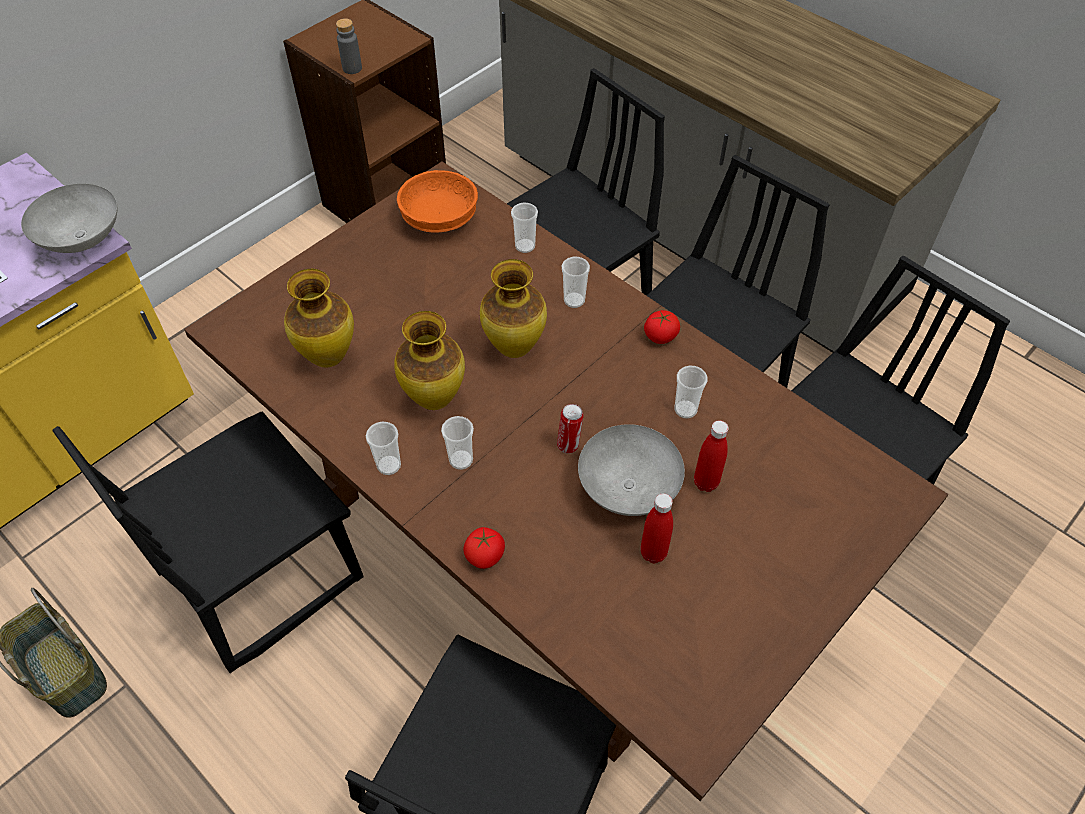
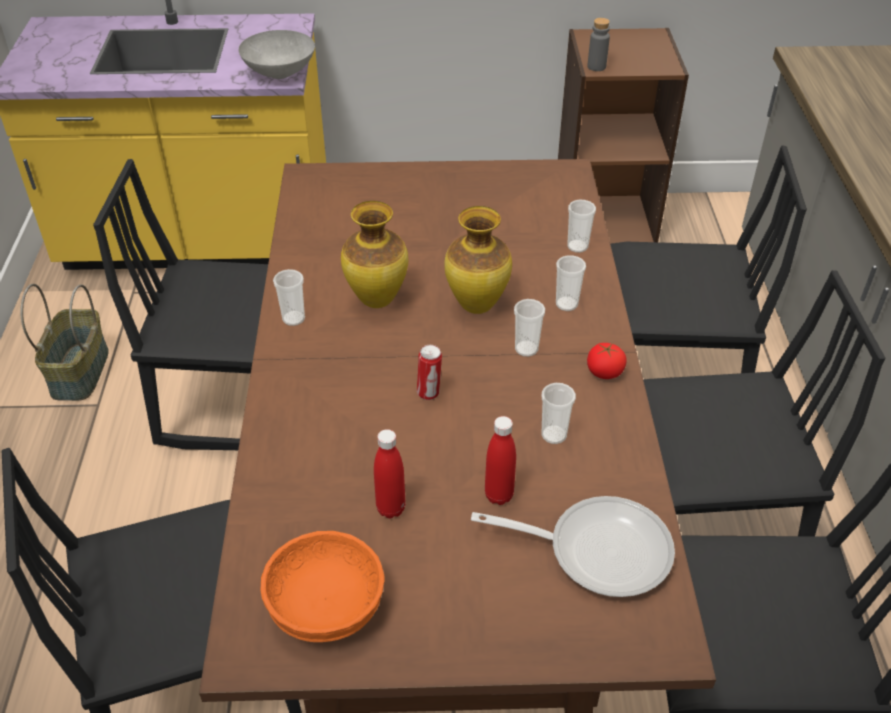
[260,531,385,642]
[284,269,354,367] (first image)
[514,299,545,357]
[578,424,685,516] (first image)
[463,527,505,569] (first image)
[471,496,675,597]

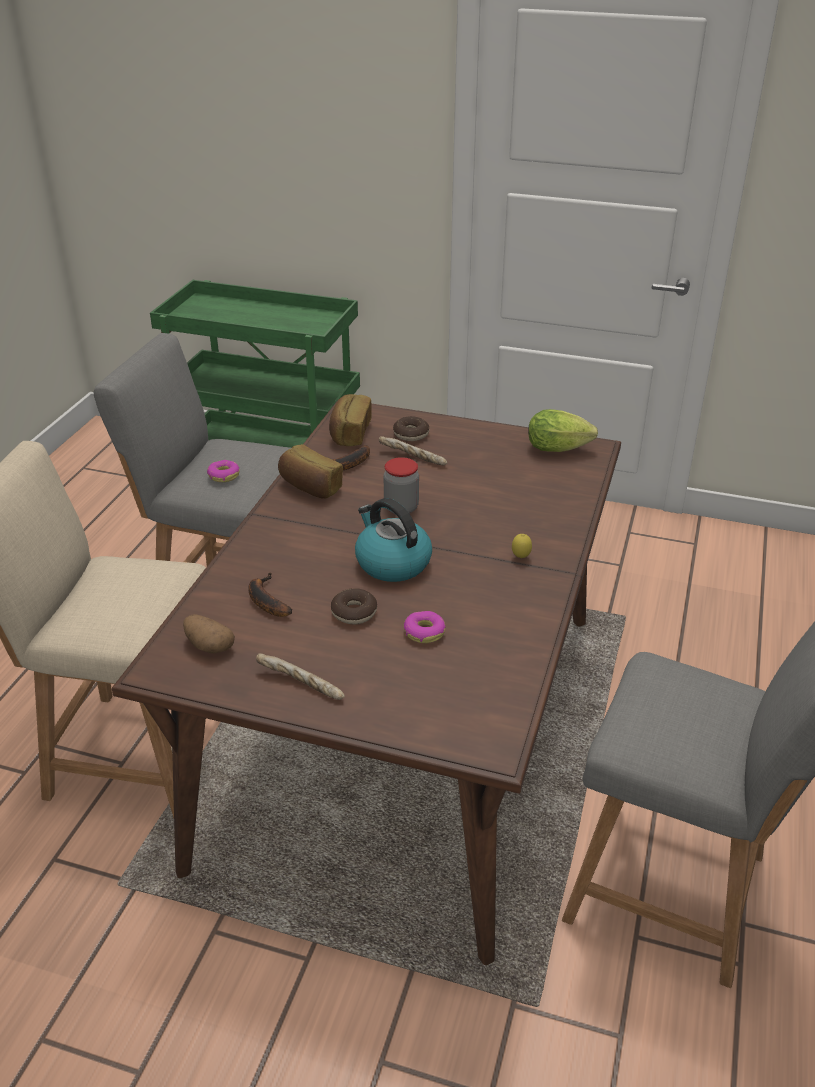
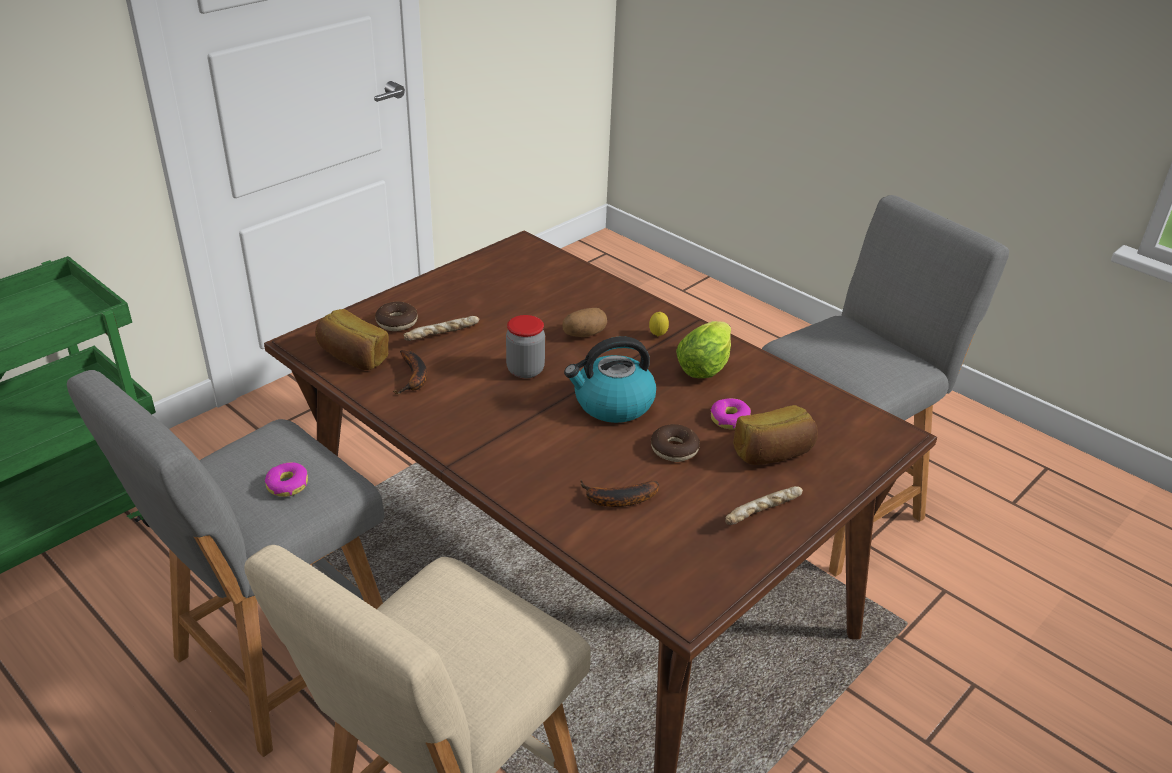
[676,321,731,378]
[733,405,818,465]
[562,308,607,337]

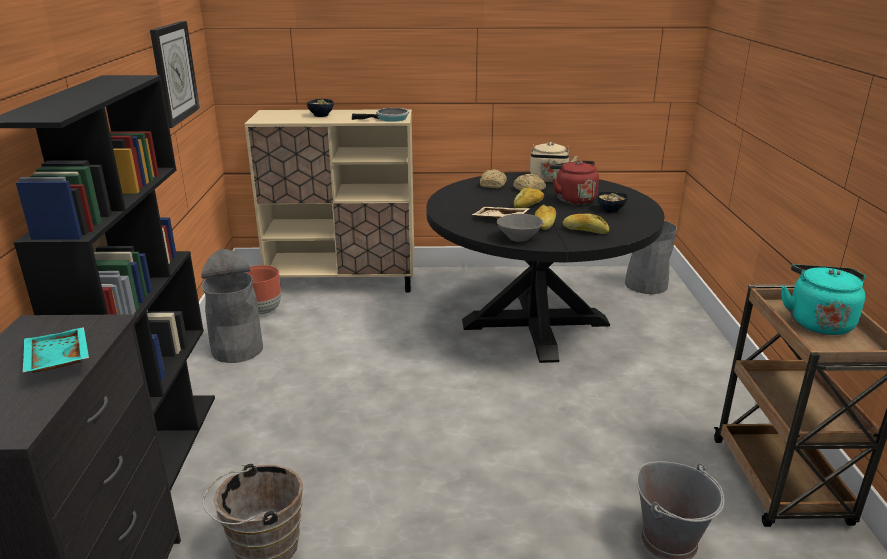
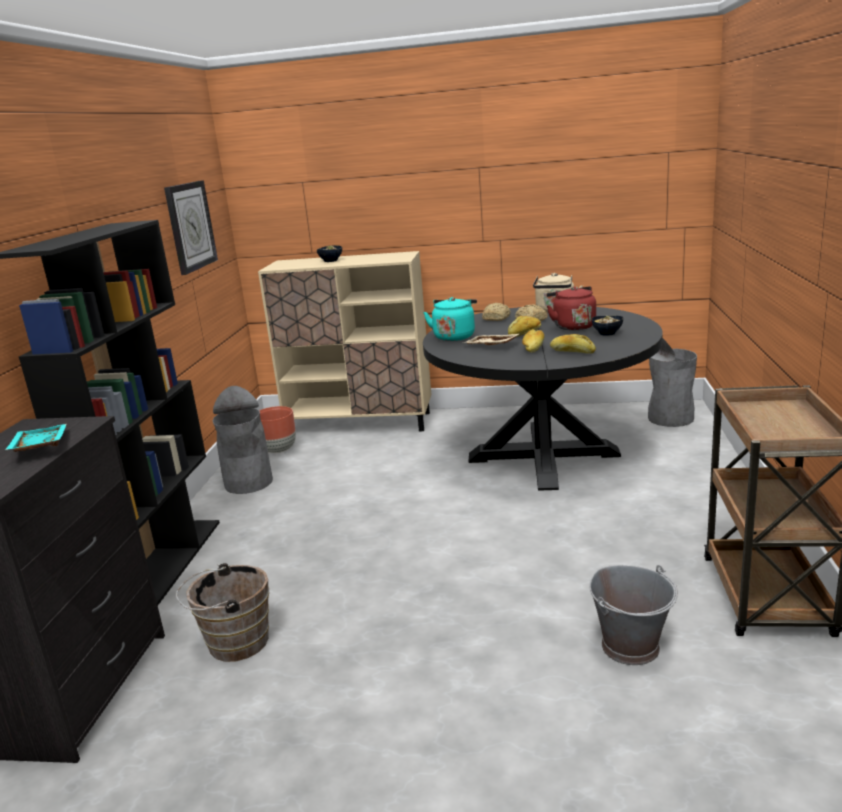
[352,108,409,122] (first image)
[497,214,543,242] (first image)
[423,297,477,341]

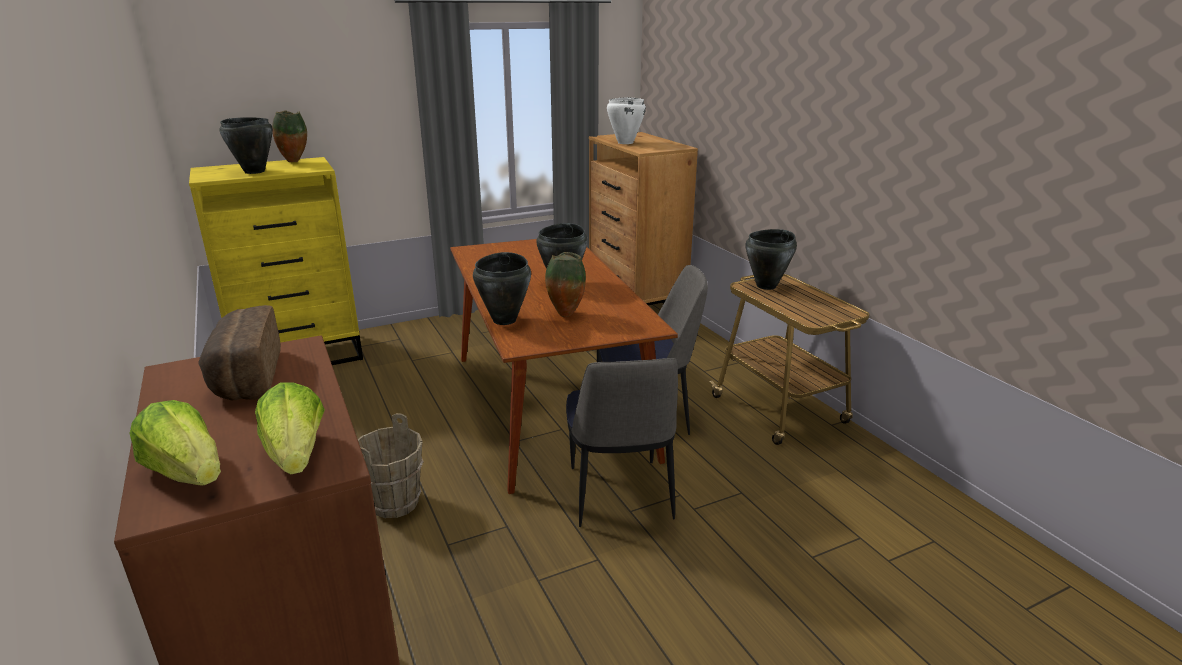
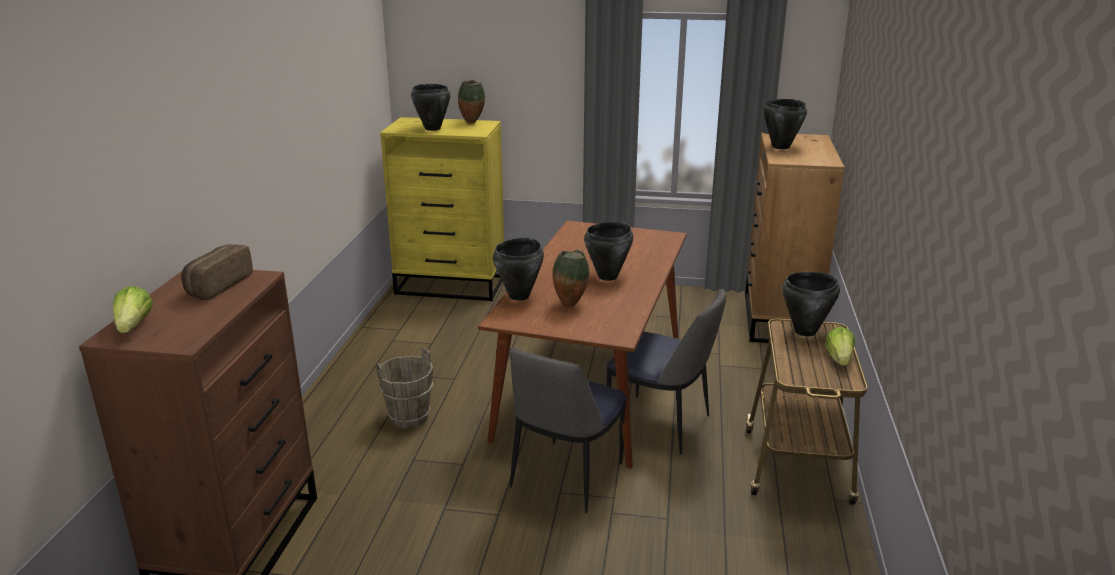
[764,99,807,149]
[825,327,855,365]

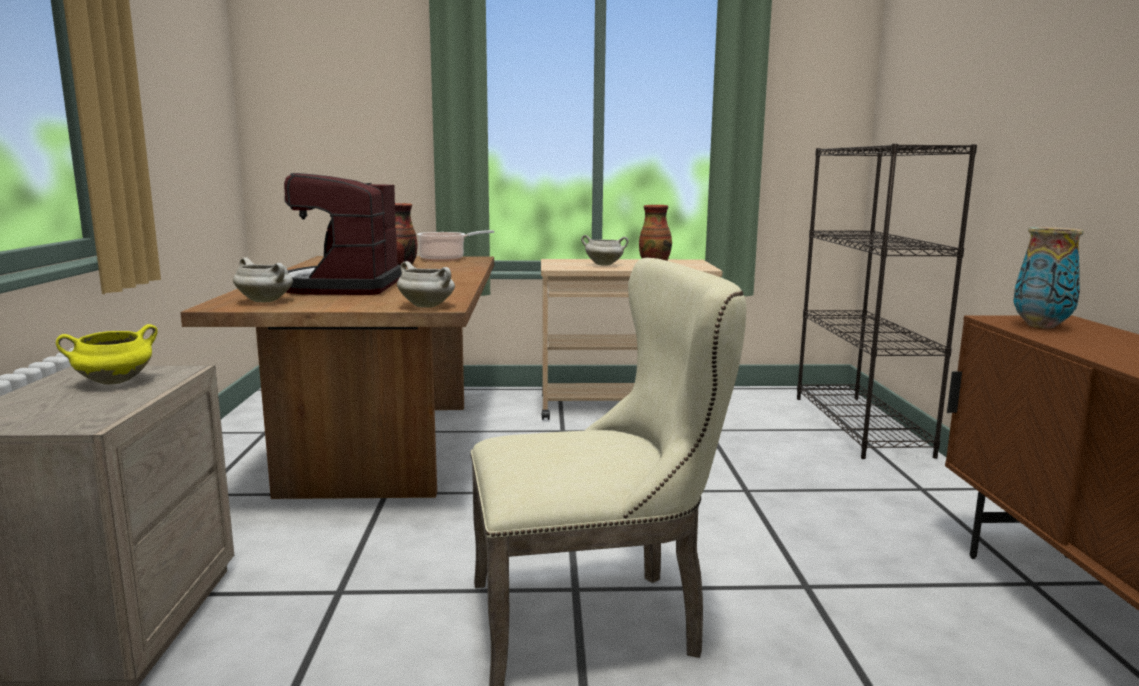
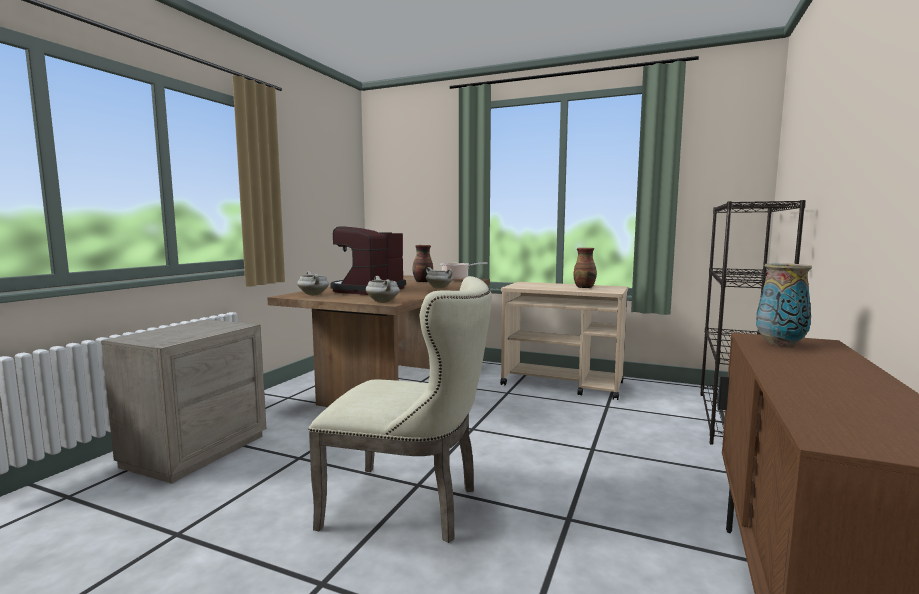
[426,267,453,289]
[56,324,158,385] (first image)

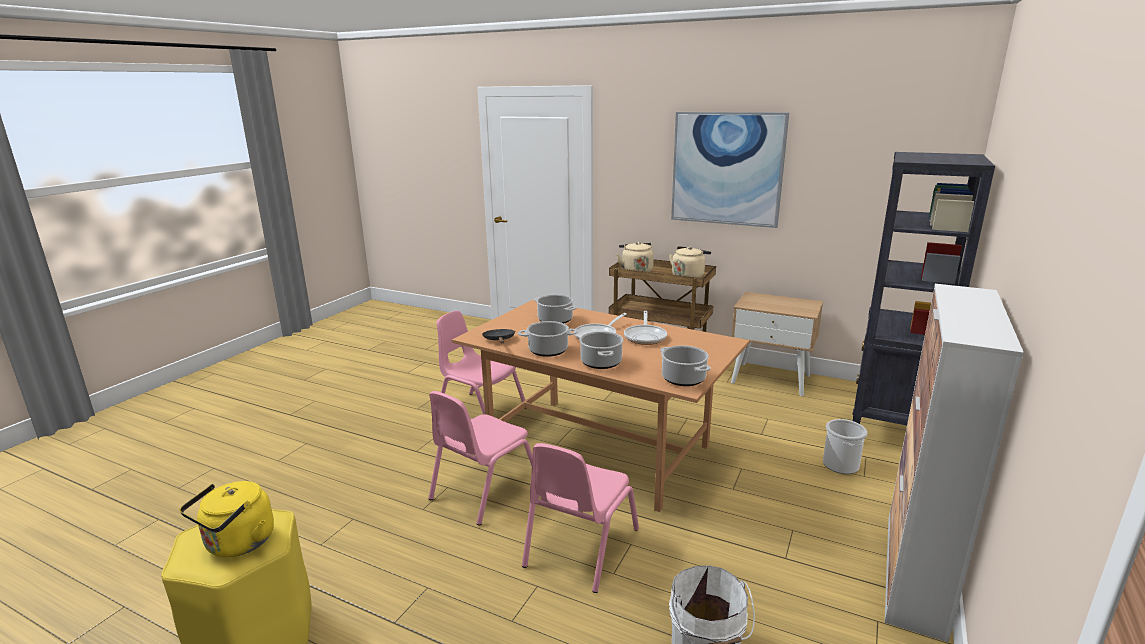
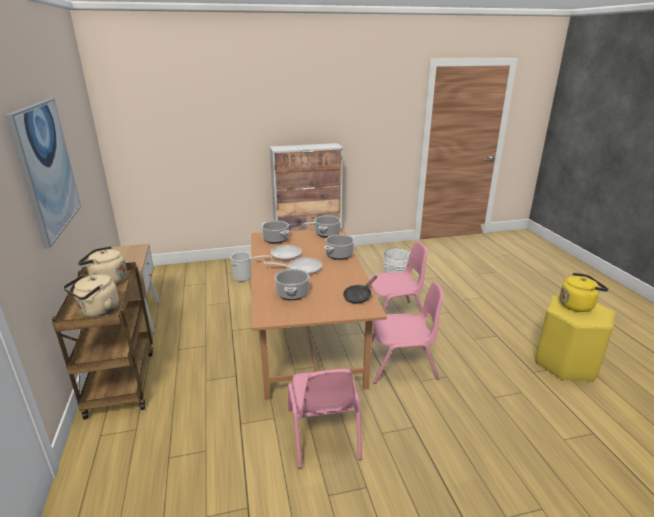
[852,152,995,425] (first image)
[262,221,289,244]

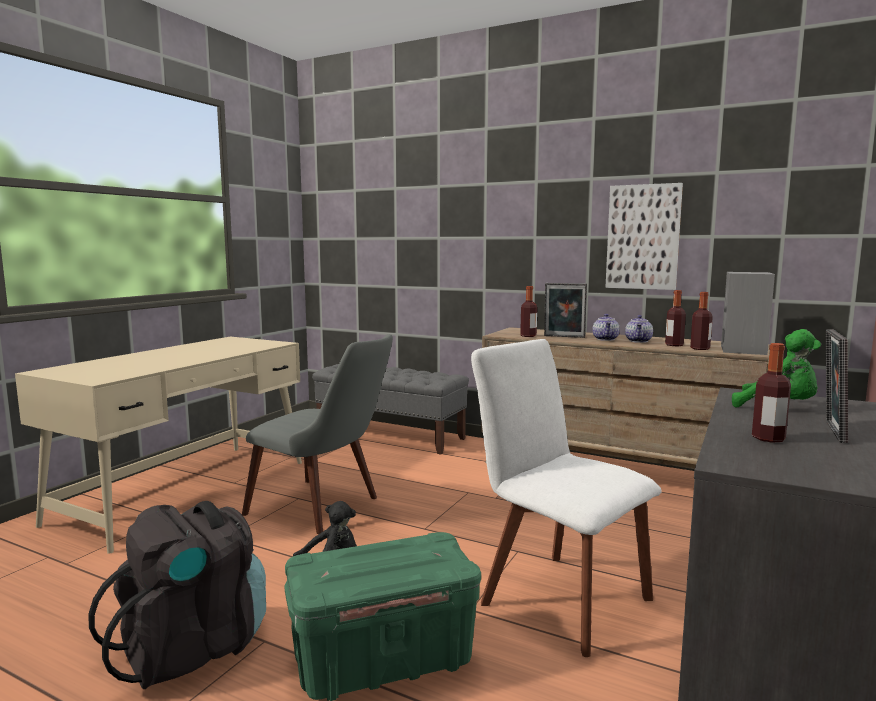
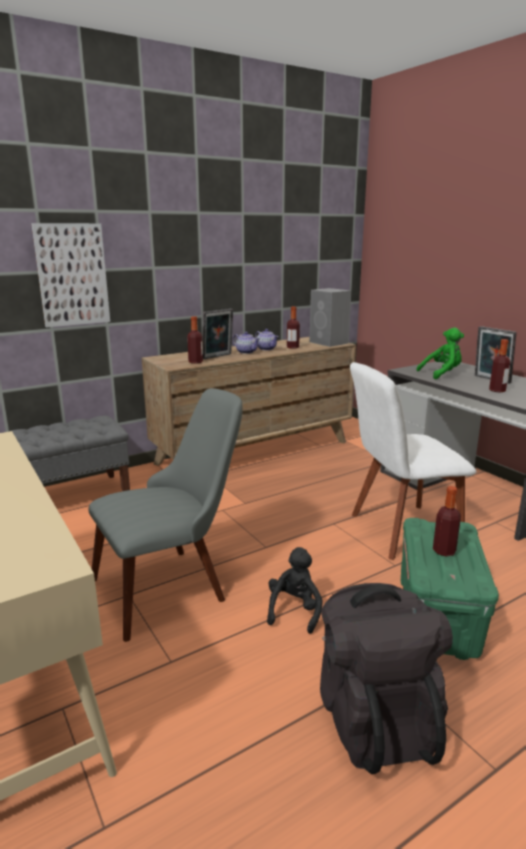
[31,223,110,328]
[433,486,461,556]

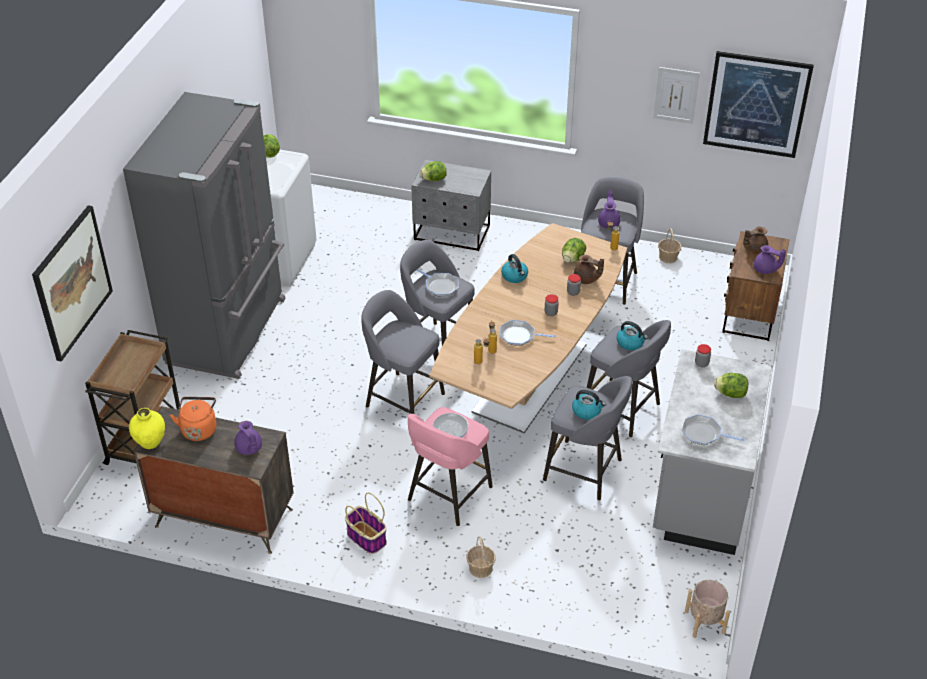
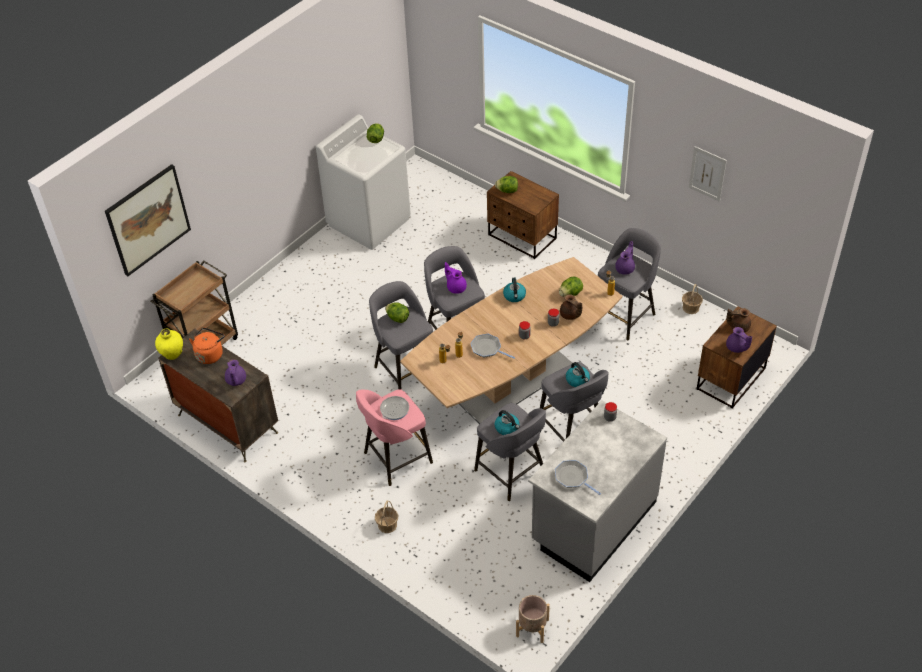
[703,51,814,158] (first image)
[123,92,286,379] (first image)
[487,171,559,259]
[445,262,467,294]
[385,302,409,323]
[345,493,387,554] (first image)

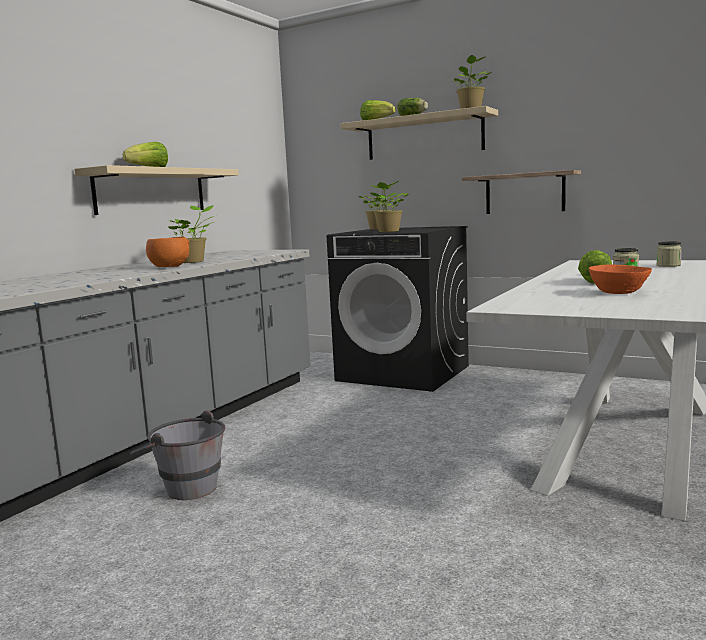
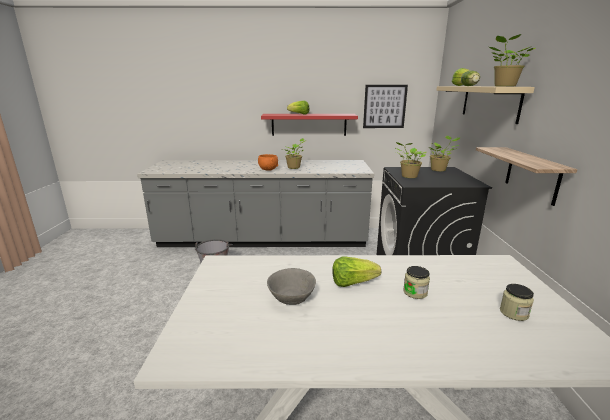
[261,114,358,136]
[267,268,316,305]
[363,85,408,128]

